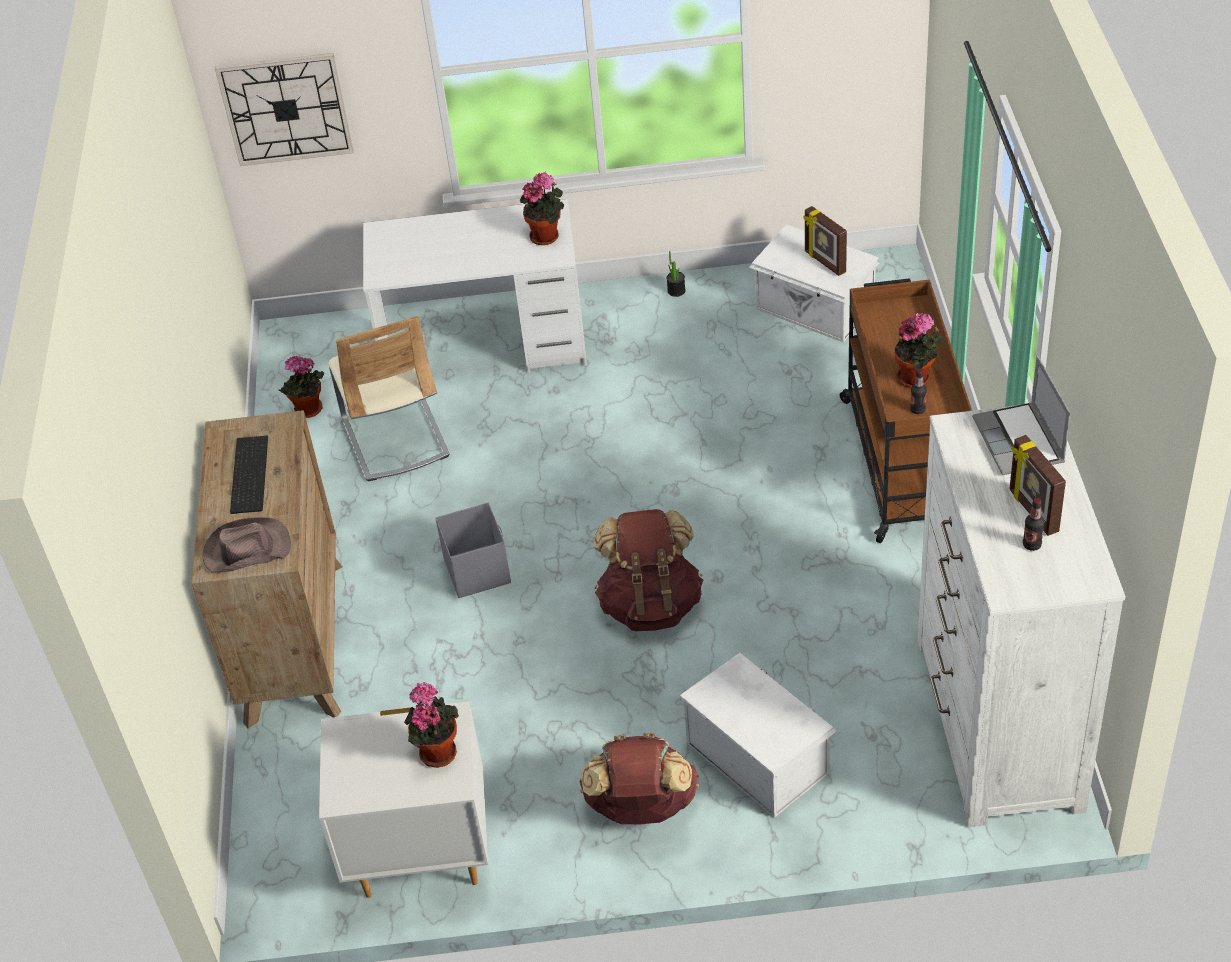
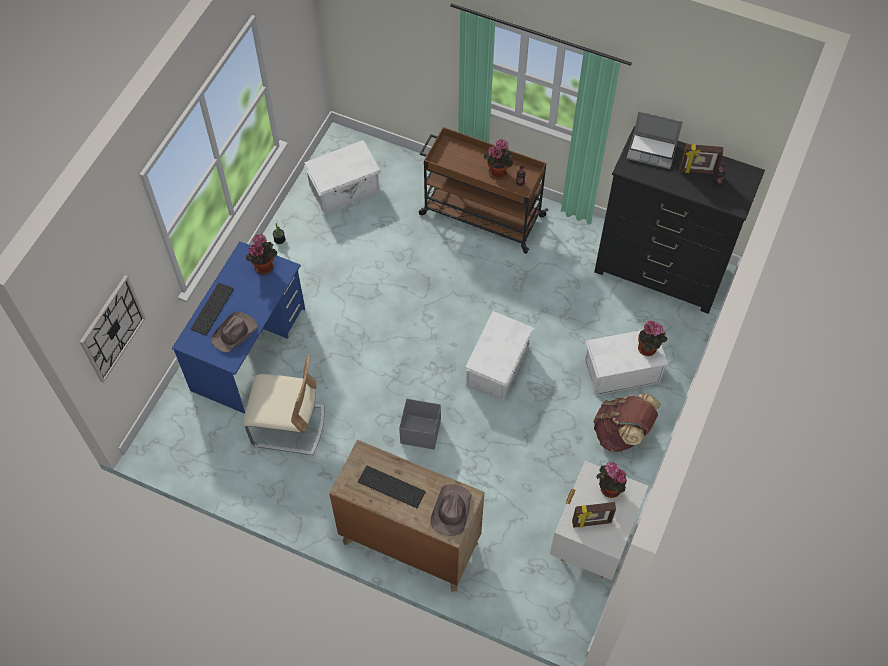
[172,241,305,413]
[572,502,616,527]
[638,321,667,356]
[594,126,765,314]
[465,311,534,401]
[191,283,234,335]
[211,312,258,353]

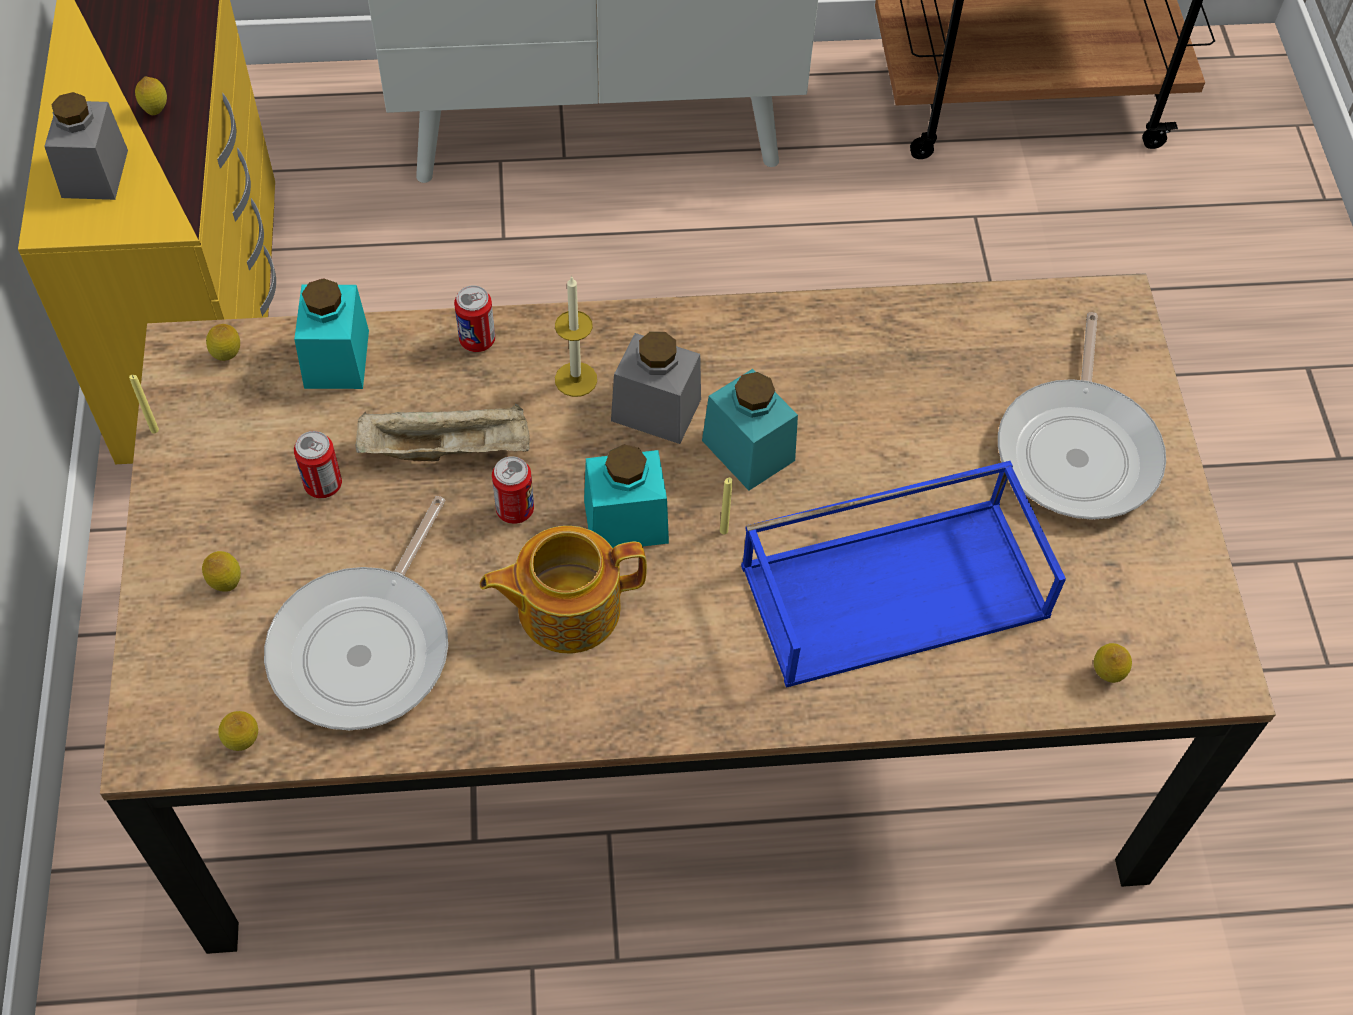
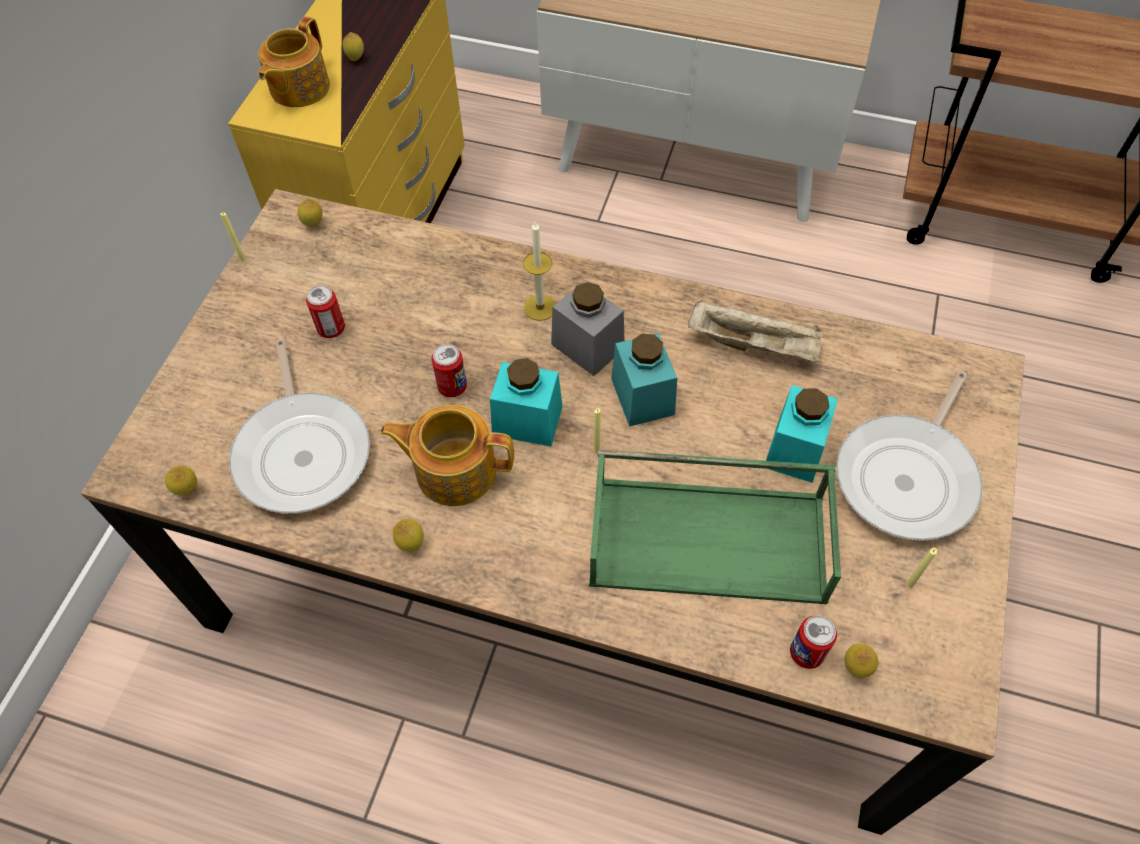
[258,16,330,107]
[766,385,838,483]
[790,615,837,669]
[688,300,821,362]
[589,449,841,604]
[229,339,370,513]
[393,519,424,552]
[906,547,937,588]

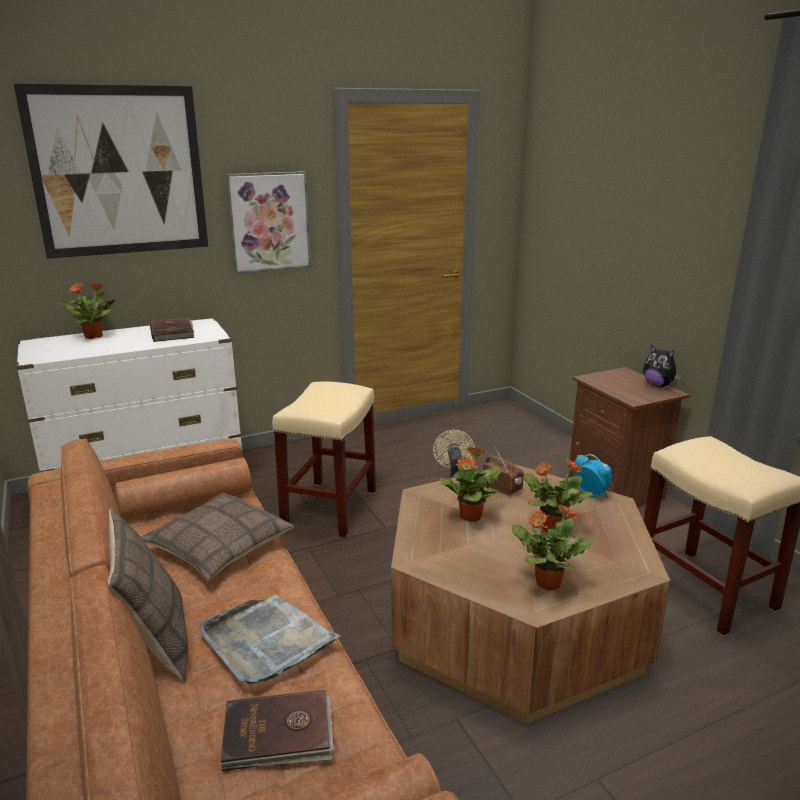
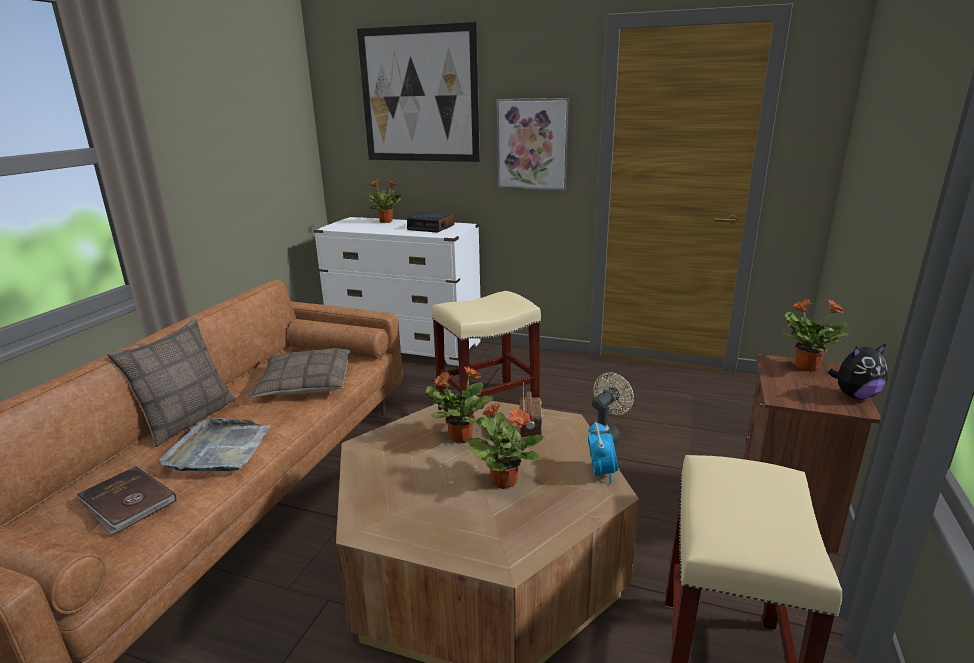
[407,212,454,233]
[828,343,888,399]
[780,299,850,372]

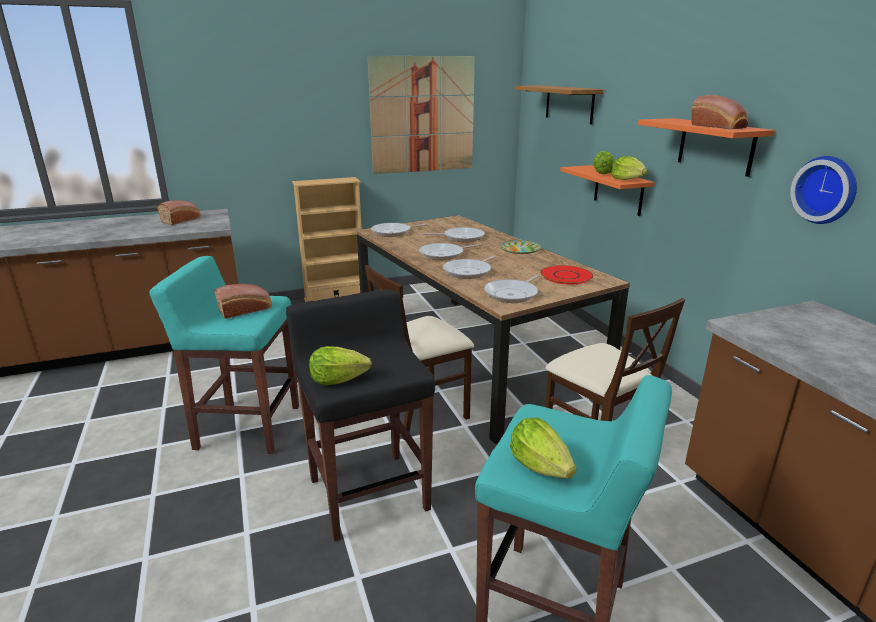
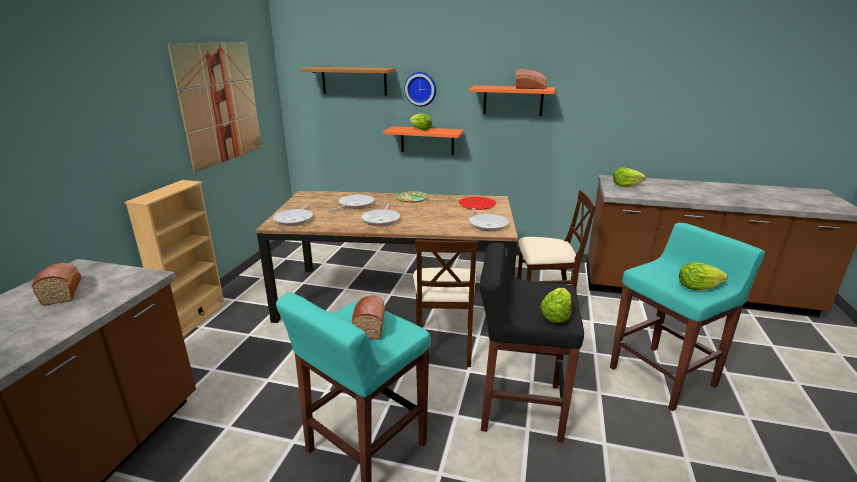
[613,168,645,187]
[404,72,436,107]
[443,255,496,279] (first image)

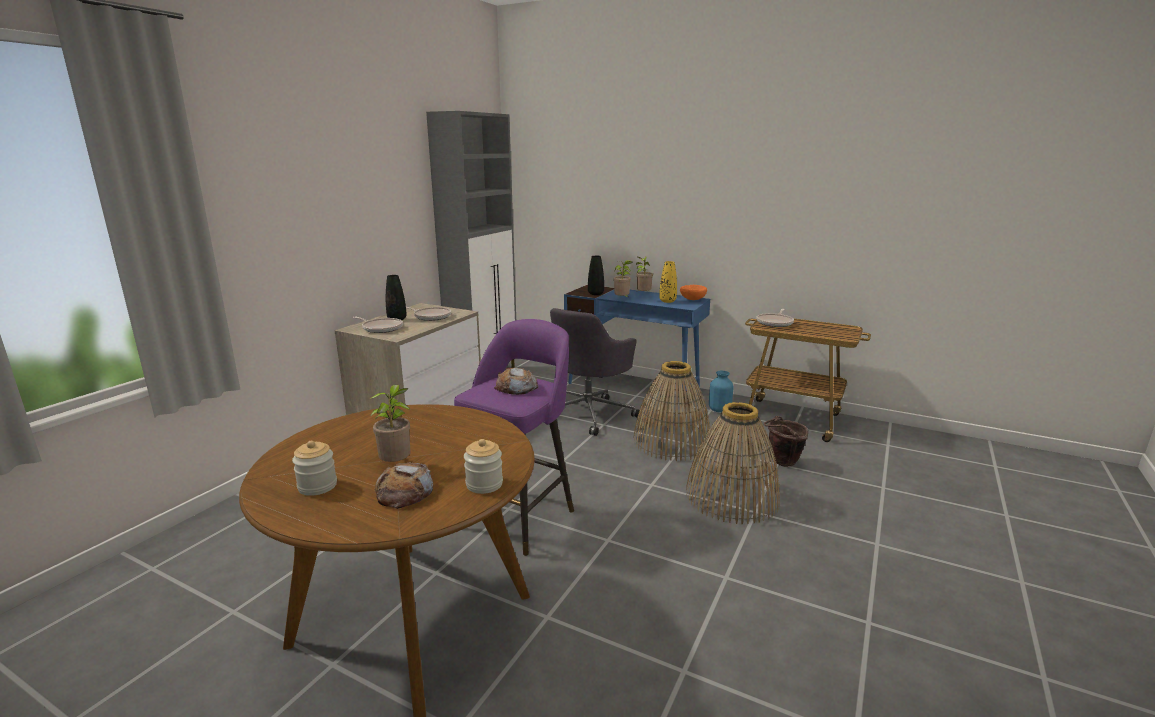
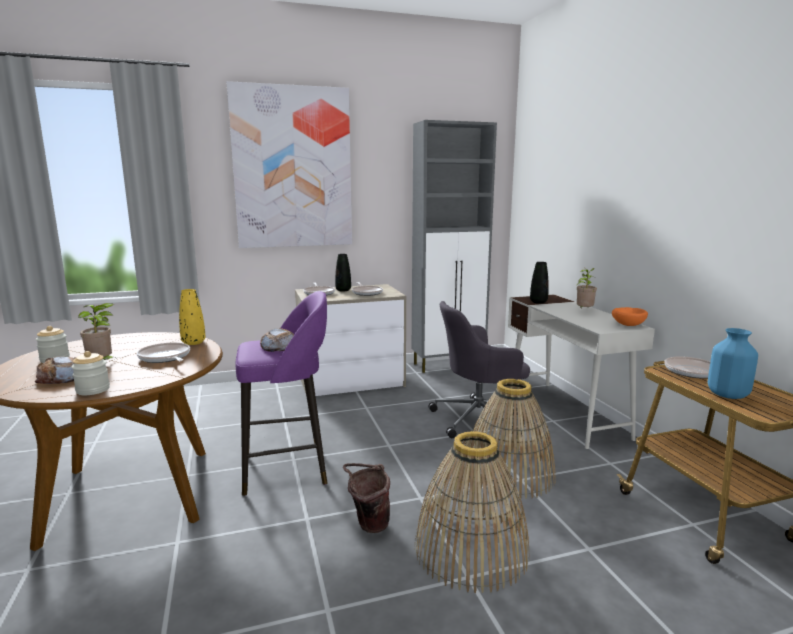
[614,260,632,297] (first image)
[179,289,205,345]
[508,294,655,449]
[708,328,758,399]
[343,463,390,533]
[226,81,352,248]
[137,343,190,363]

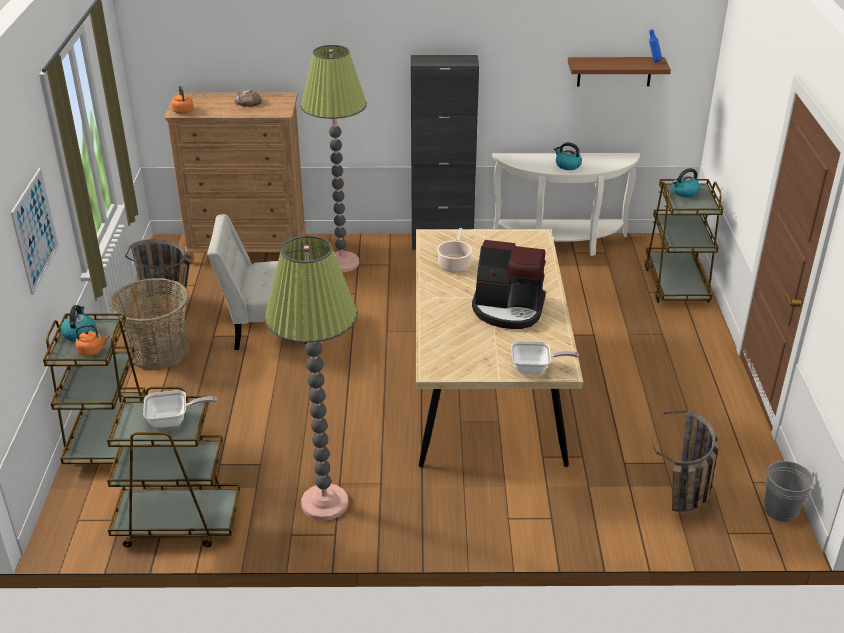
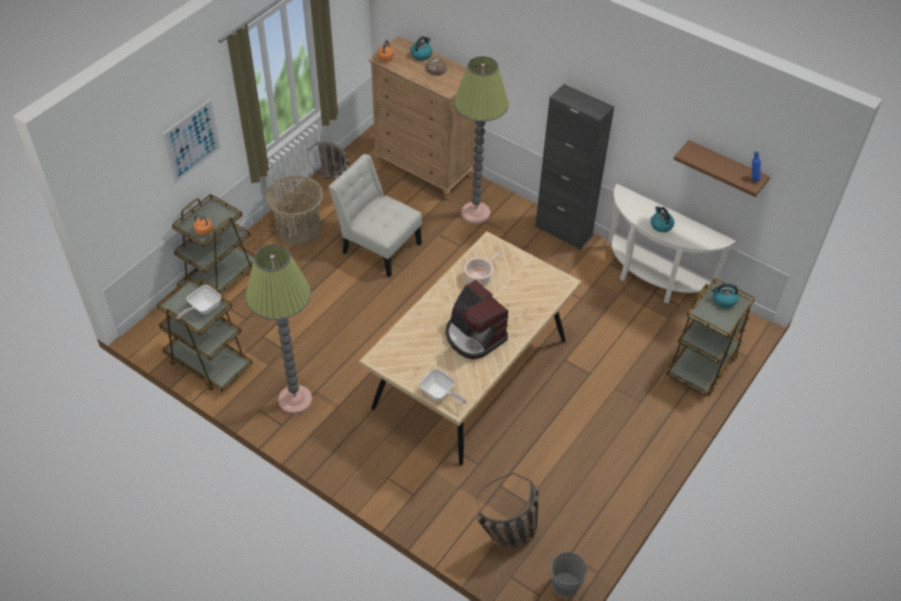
[410,36,432,60]
[176,285,222,320]

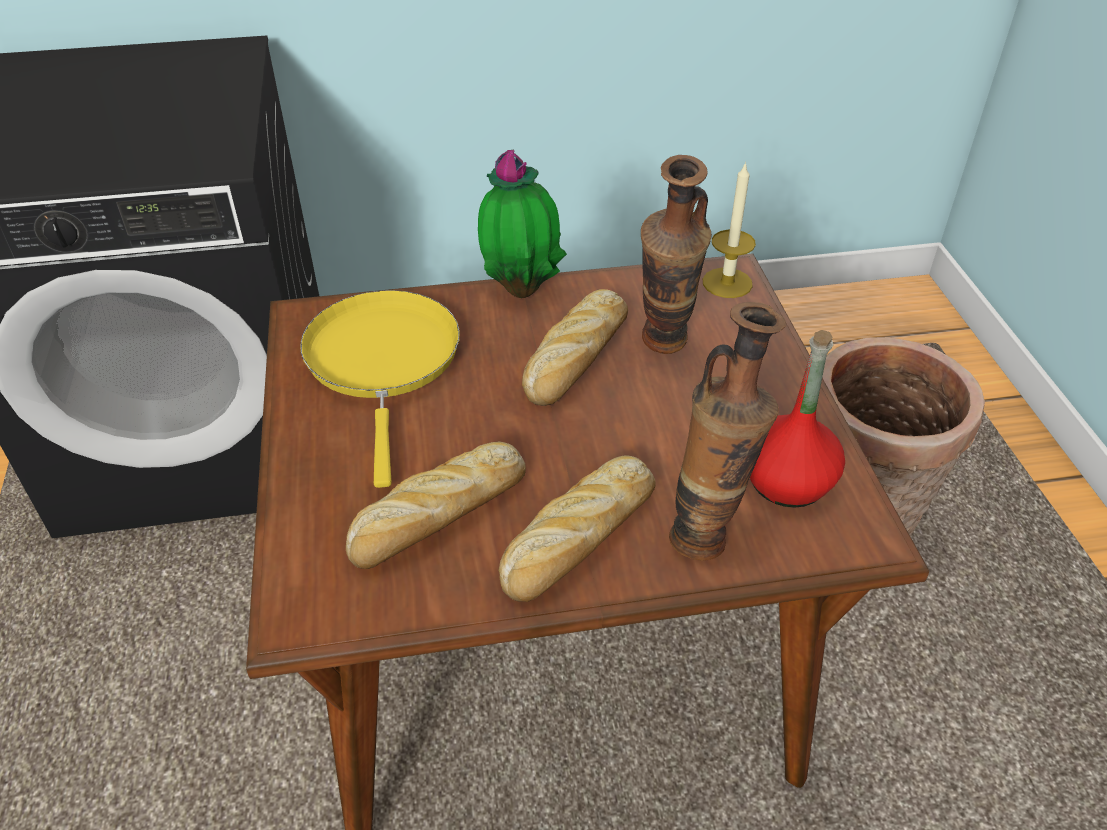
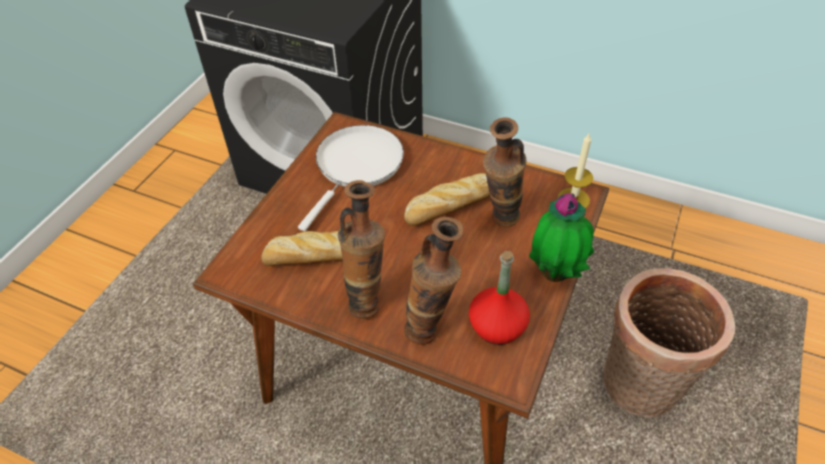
[529,193,594,282]
[298,125,404,231]
[338,180,385,319]

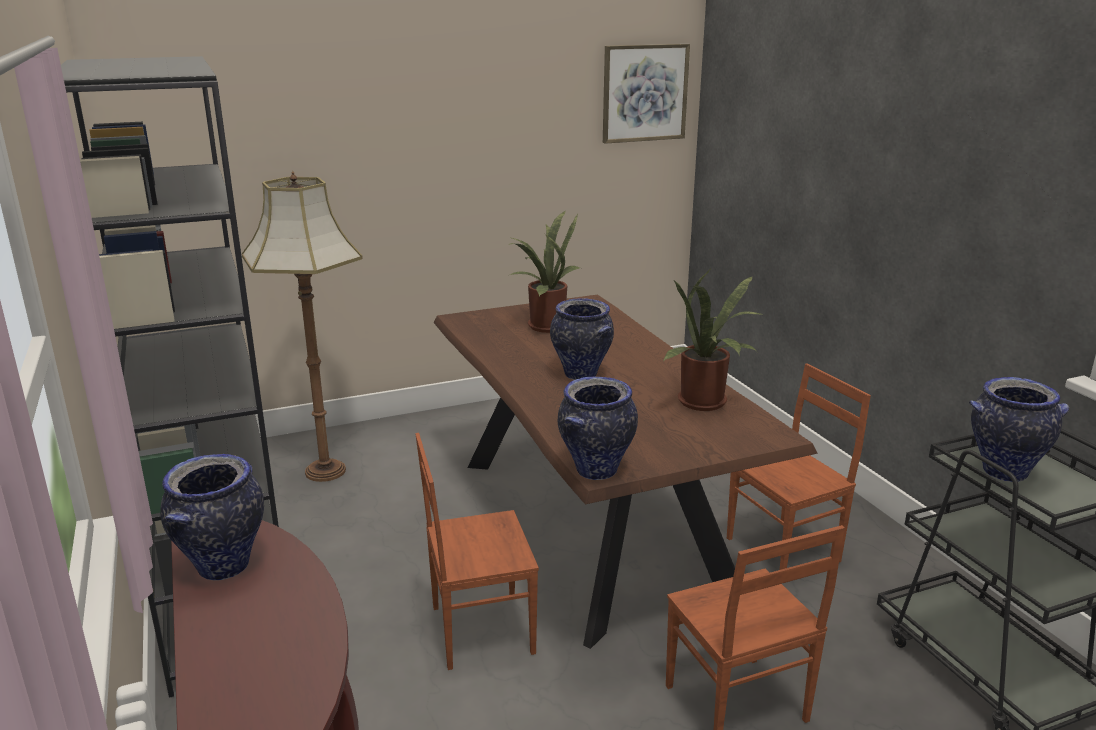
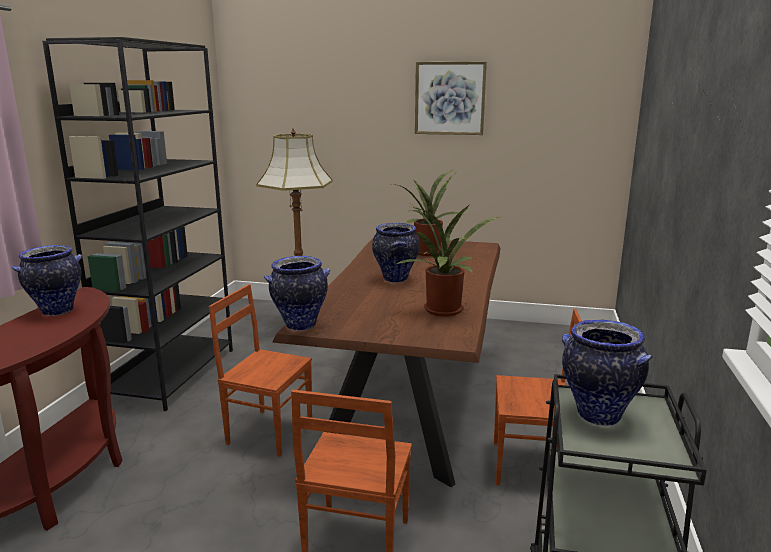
[415,61,487,135]

